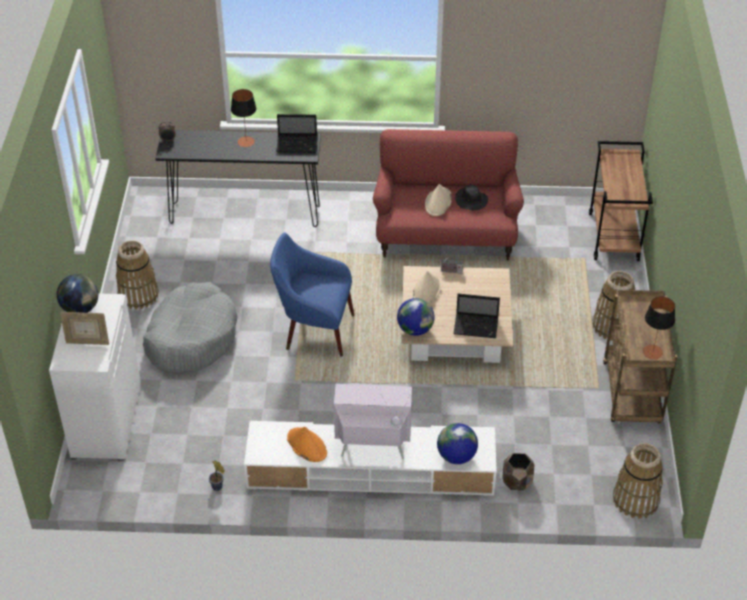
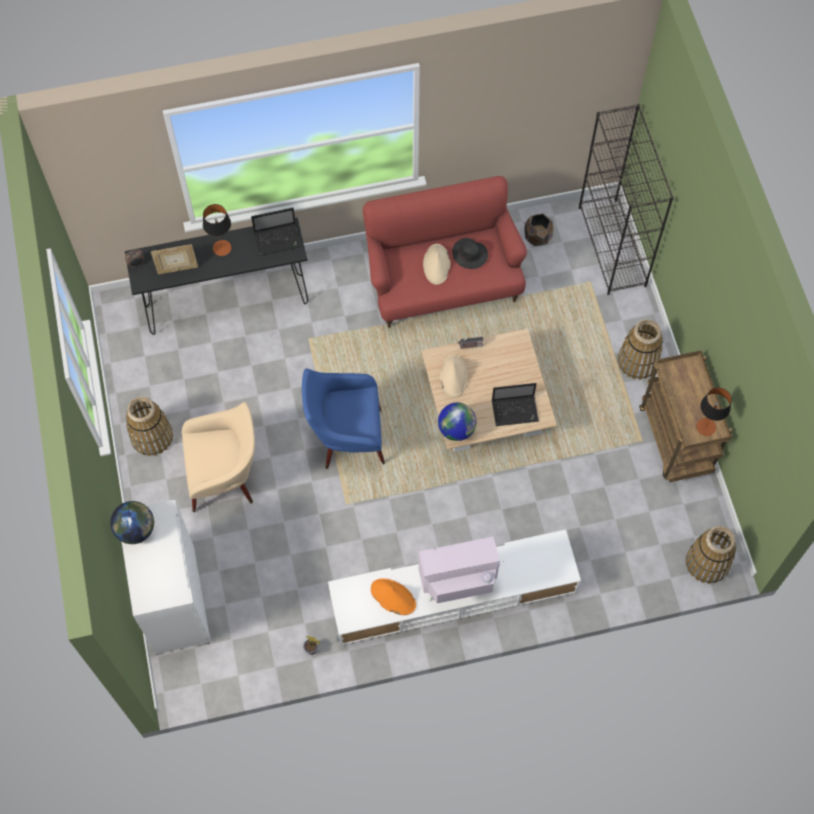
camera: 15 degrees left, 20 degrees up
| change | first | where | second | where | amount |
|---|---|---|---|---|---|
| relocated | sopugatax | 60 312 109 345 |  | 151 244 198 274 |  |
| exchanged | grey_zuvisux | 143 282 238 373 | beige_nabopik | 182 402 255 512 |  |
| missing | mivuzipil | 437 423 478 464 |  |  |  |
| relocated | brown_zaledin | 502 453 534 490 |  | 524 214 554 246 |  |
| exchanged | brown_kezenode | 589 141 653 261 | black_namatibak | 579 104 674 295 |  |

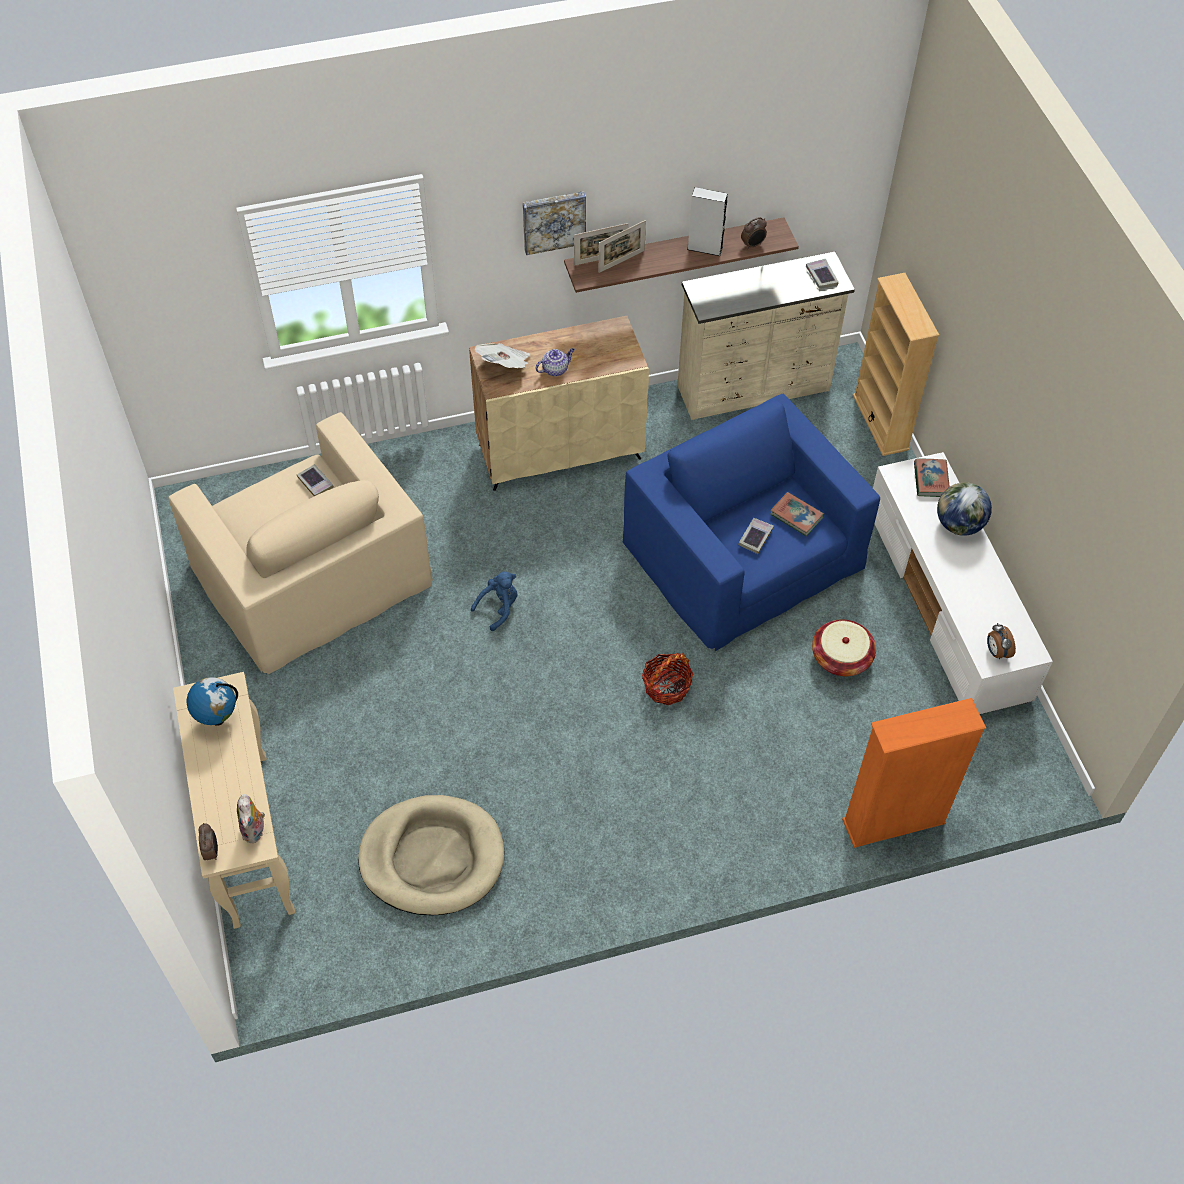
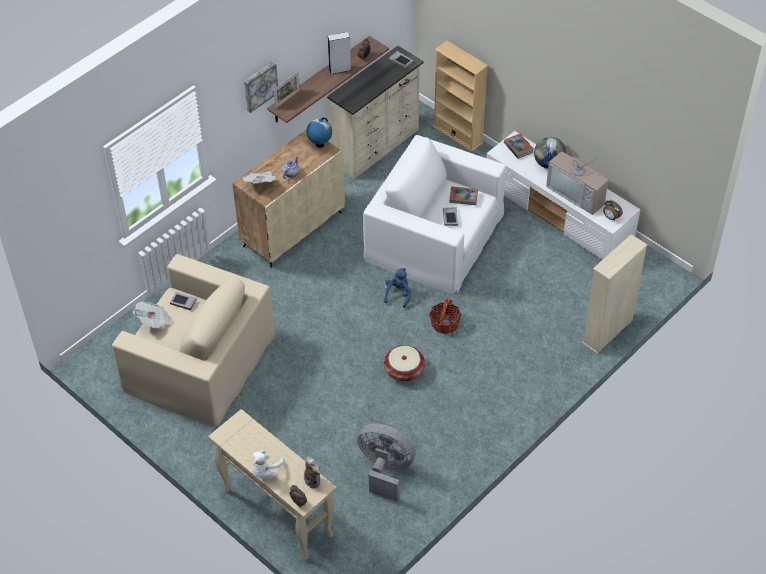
camera: 30 degrees left, 5 degrees down
| change | first | where | second | where | amount |
|---|---|---|---|---|---|
| relocated | mivuzipil | 187 677 238 726 |  | 306 117 332 148 |  |
| exchanged | beige_zuvisux | 358 795 504 915 | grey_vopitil | 358 423 416 502 |  |
| relocated | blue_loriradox | 471 572 517 631 |  | 384 268 411 308 |  |
| missing | sopugatax | 599 220 646 273 |  |  |  |
| colour | blue_nabopik | 623 394 880 651 | white_nabopik | 363 135 506 294 |  |
| relocated | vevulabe | 812 619 876 676 |  | 384 345 425 381 |  |
| colour | orange_namatibak | 842 698 986 848 | beige_namatibak | 581 234 648 354 |  |
| appeared |  |  | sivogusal | 133 301 174 329 |  |
| appeared |  |  | white_loriradox | 252 450 285 479 |  |
| appeared |  |  | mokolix | 546 140 608 215 |  |

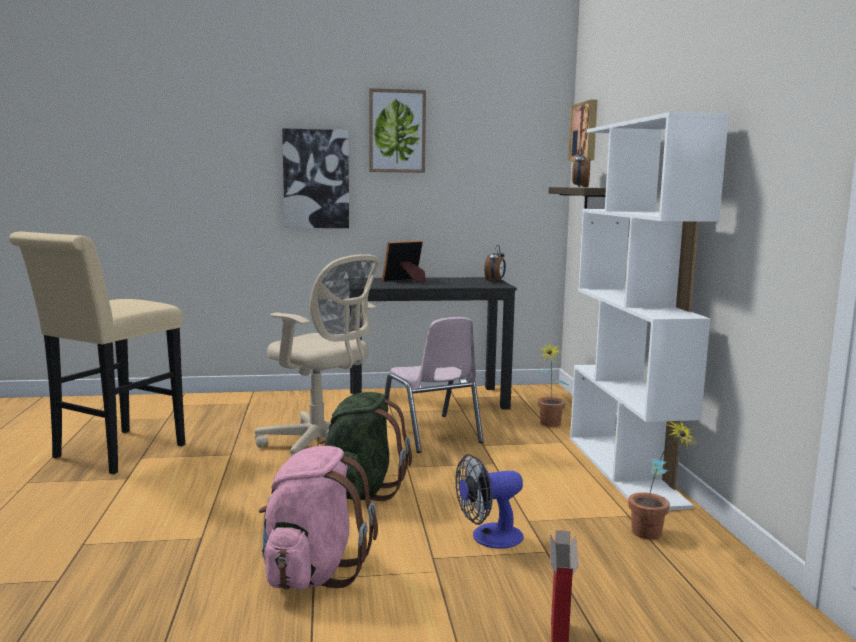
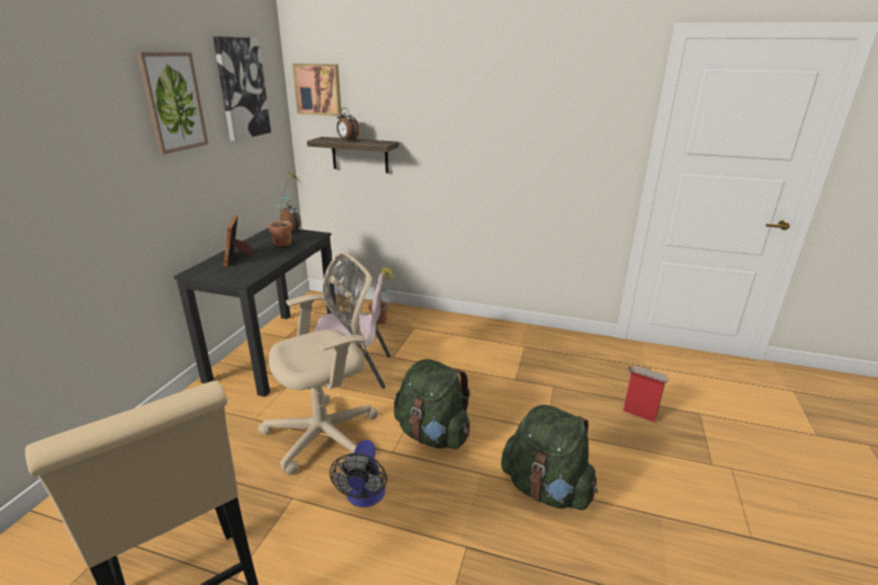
camera: 65 degrees left, 15 degrees up
| change | first | where | second | where | amount |
|---|---|---|---|---|---|
| colour | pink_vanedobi | 259 446 378 590 | green_vanedobi | 501 405 598 510 |  |
| relocated | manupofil | 282 128 349 228 |  | 213 36 271 141 |  |
| relocated | vopitil | 455 454 524 549 |  | 329 440 387 507 |  |
| missing | white_namatibak | 570 112 729 510 |  |  |  |
| relocated | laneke | 628 419 697 540 |  | 268 170 300 247 |  |

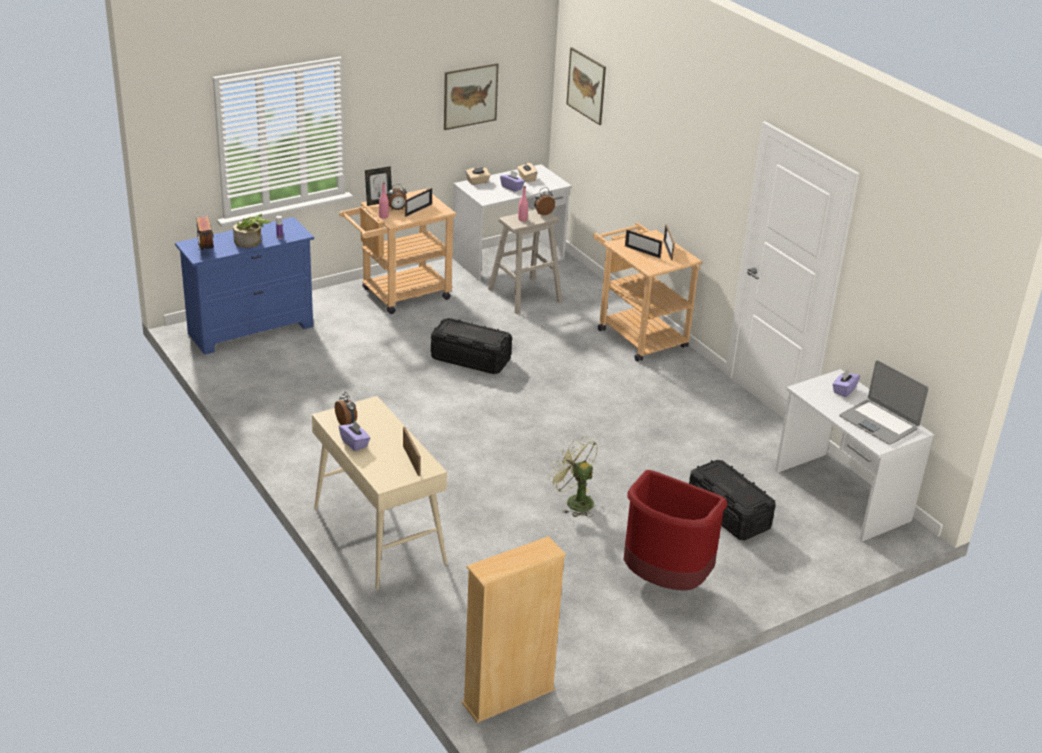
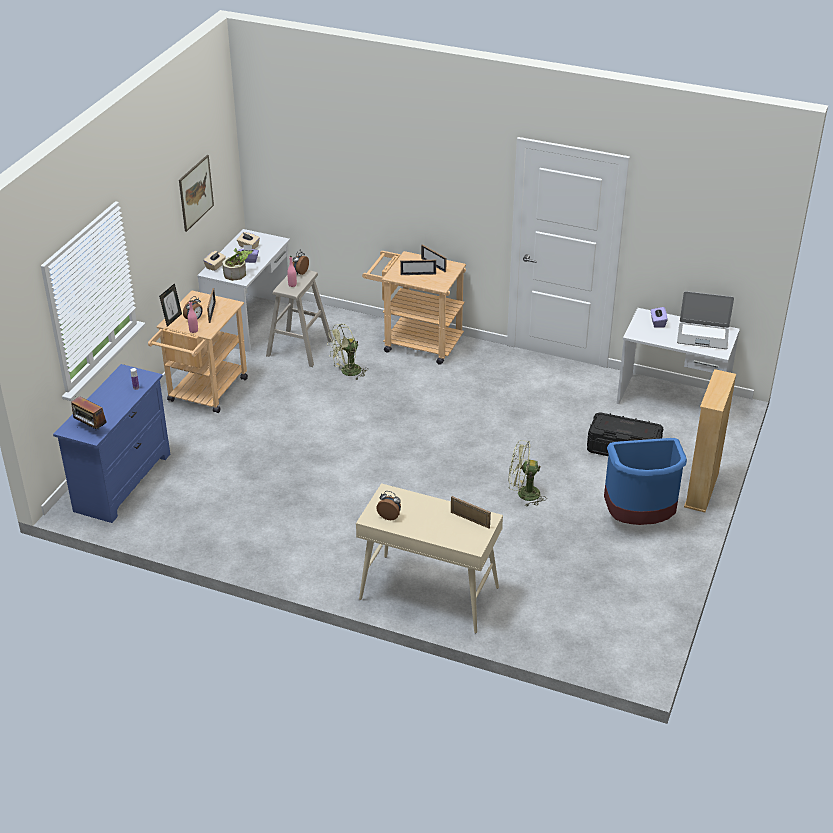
camera: 35 degrees left, 5 degrees up
| change | first | where | second | where | amount |
|---|---|---|---|---|---|
| relocated | laneke | 233 214 271 248 |  | 222 248 253 281 |  |
| missing | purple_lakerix | 339 420 370 451 |  |  |  |
| missing | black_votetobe | 431 318 512 374 |  |  |  |
| relocated | beige_namatibak | 462 536 566 723 |  | 684 369 736 512 |  |
| missing | manupofil | 566 47 606 125 |  |  |  |
| colour | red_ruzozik | 624 470 727 590 | blue_ruzozik | 604 438 687 525 |  |
| appeared |  |  | green_vopitil | 327 324 367 380 |  |

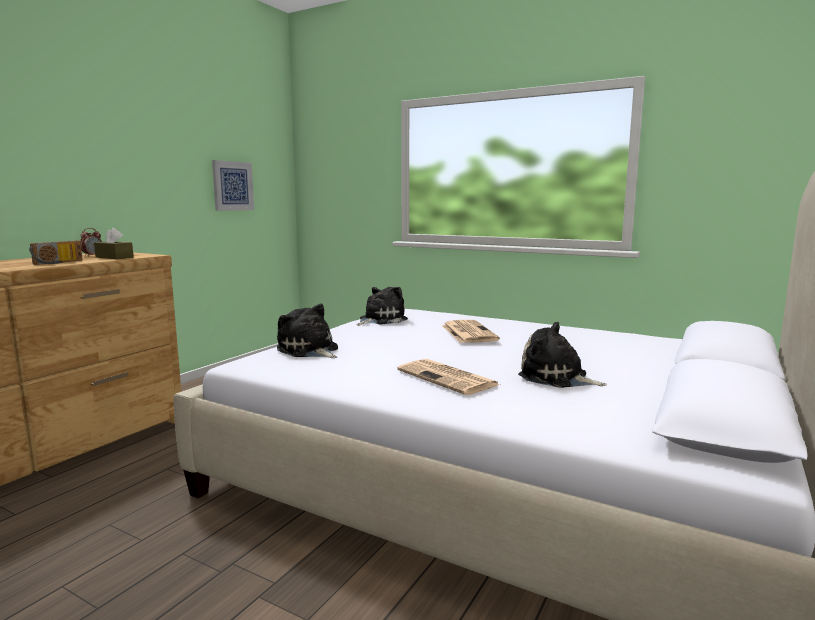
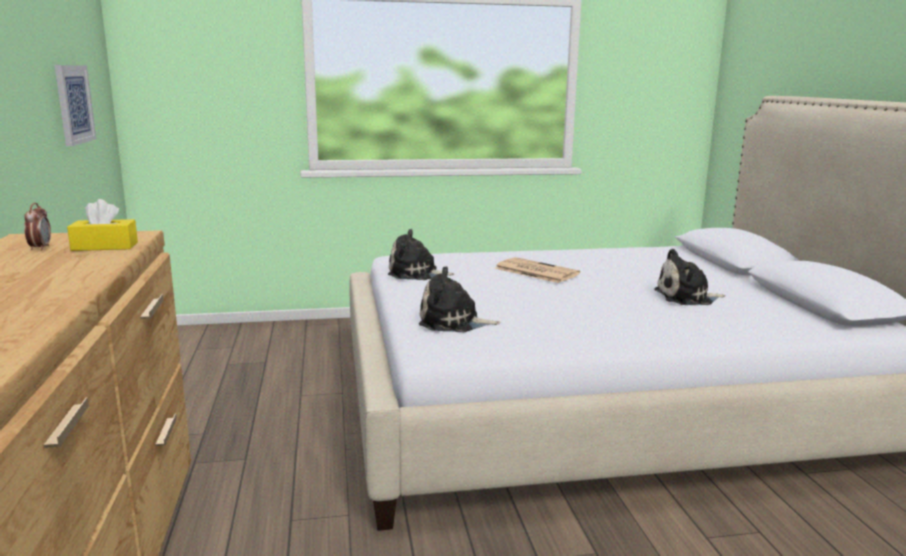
camera: 40 degrees left, 5 degrees up
| change | first | where | second | where | amount |
|---|---|---|---|---|---|
| missing | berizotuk | 29 240 83 265 |  |  |  |
| colour | brown_lakerix | 94 228 134 259 | yellow_lakerix | 67 199 138 251 |  |
| spun | loriradox | 357 287 408 326 |  | 388 229 454 280 | 90 degrees counterclockwise |
| missing | sivogusal | 397 359 500 395 |  |  |  |

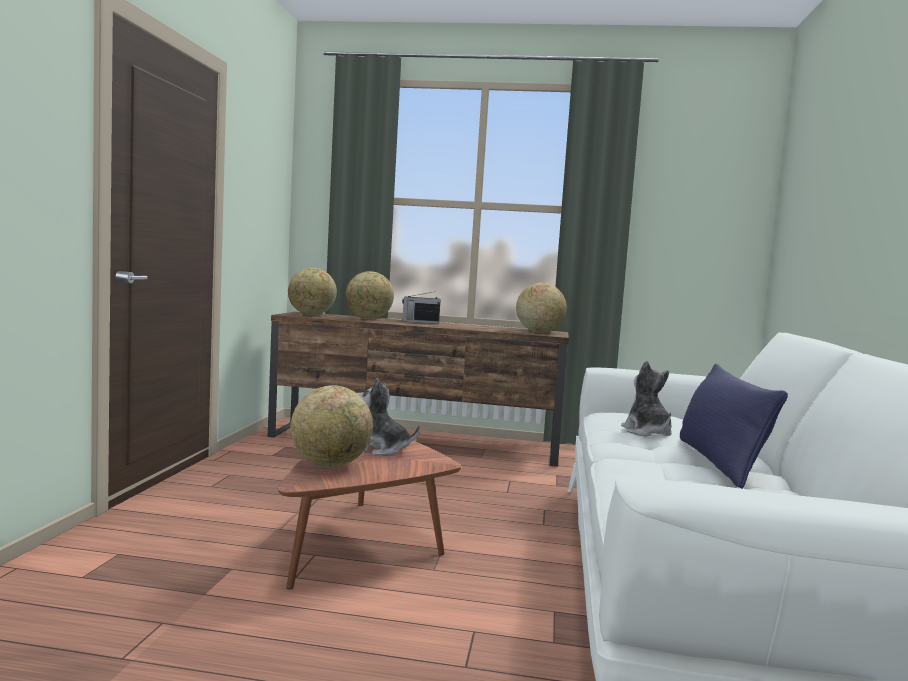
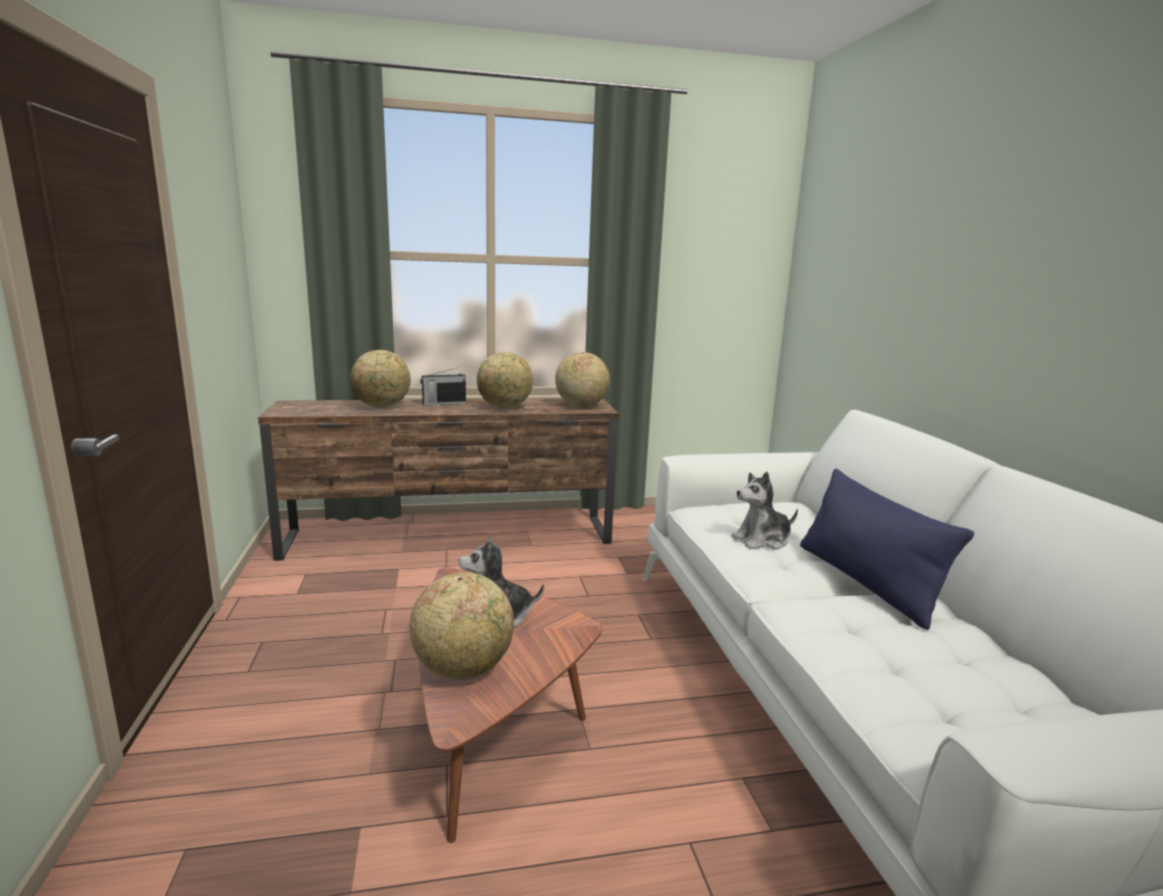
camera: 20 degrees left, 10 degrees up
| change | first | where | second | where | amount |
|---|---|---|---|---|---|
| relocated | mivuzipil | 288 268 337 315 |  | 477 352 533 408 |  |
| spun | loriradox | 621 361 672 437 |  | 732 472 798 550 | 75 degrees counterclockwise |

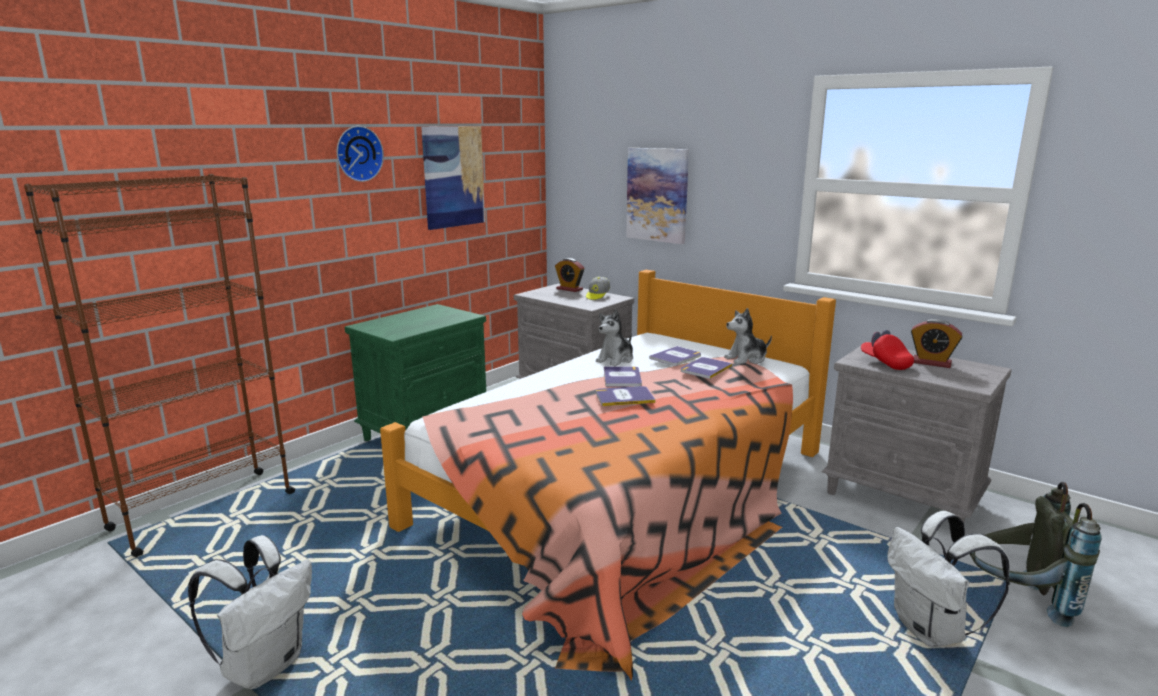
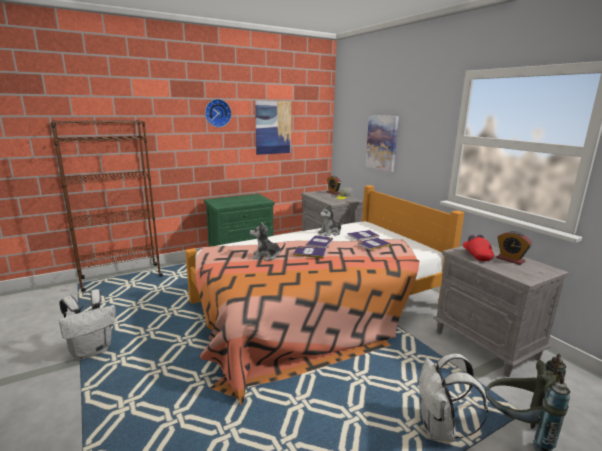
camera: 20 degrees right, 0 degrees up
| change | first | where | second | where | amount |
|---|---|---|---|---|---|
| relocated | loriradox | 724 308 772 364 |  | 250 222 285 261 |  |

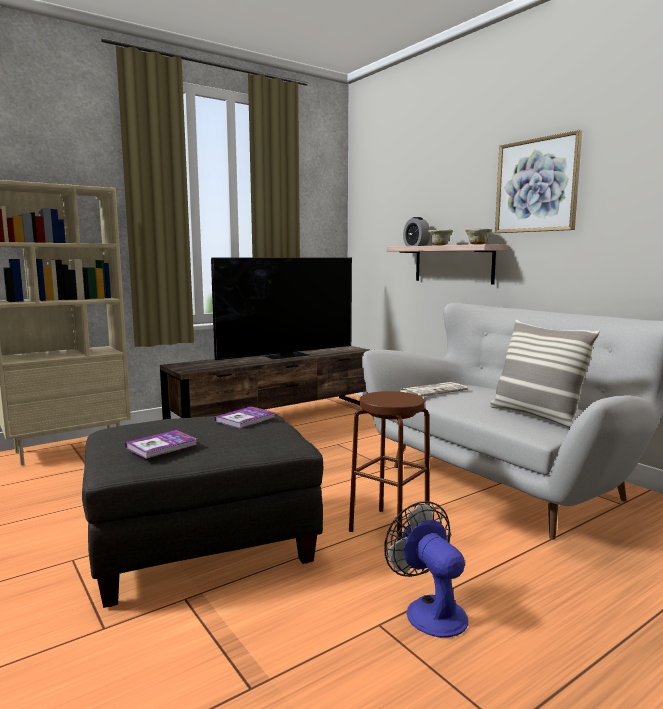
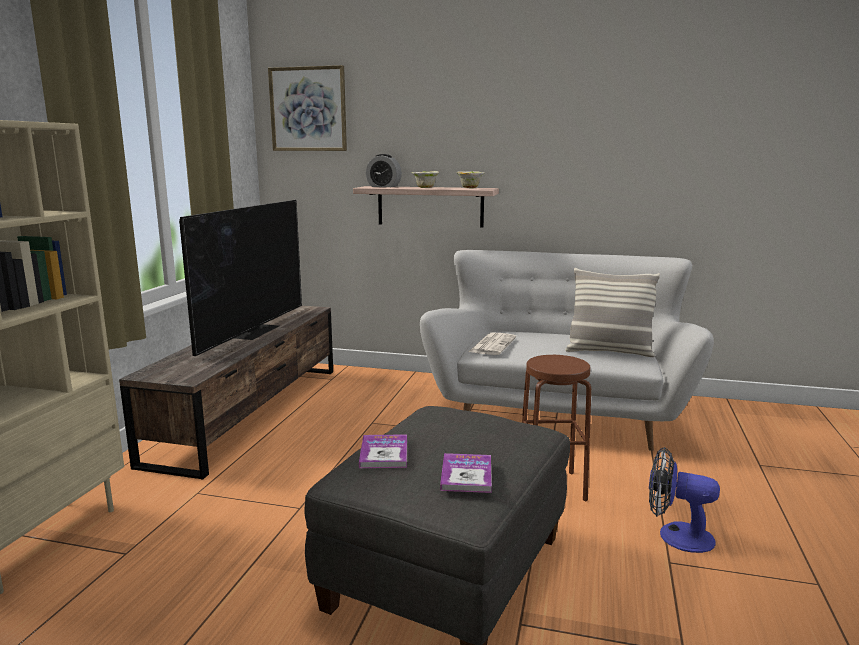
camera: 40 degrees left, 5 degrees up
| change | first | where | second | where | amount |
|---|---|---|---|---|---|
| relocated | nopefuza | 215 406 276 429 |  | 359 434 407 468 |  |
| relocated | manupofil | 495 130 582 233 |  | 268 65 347 151 |  |

